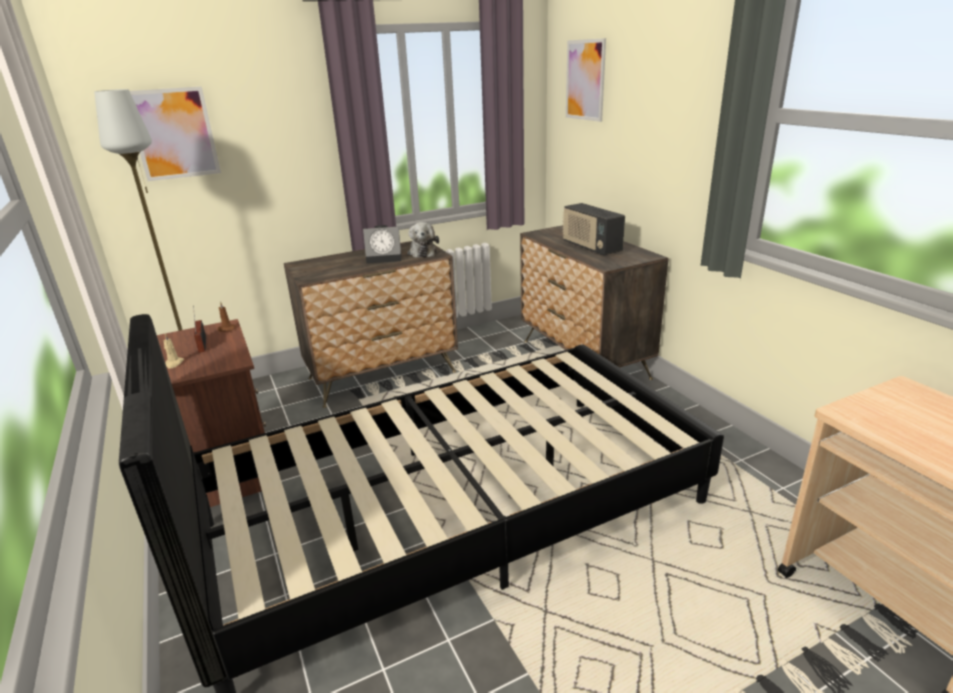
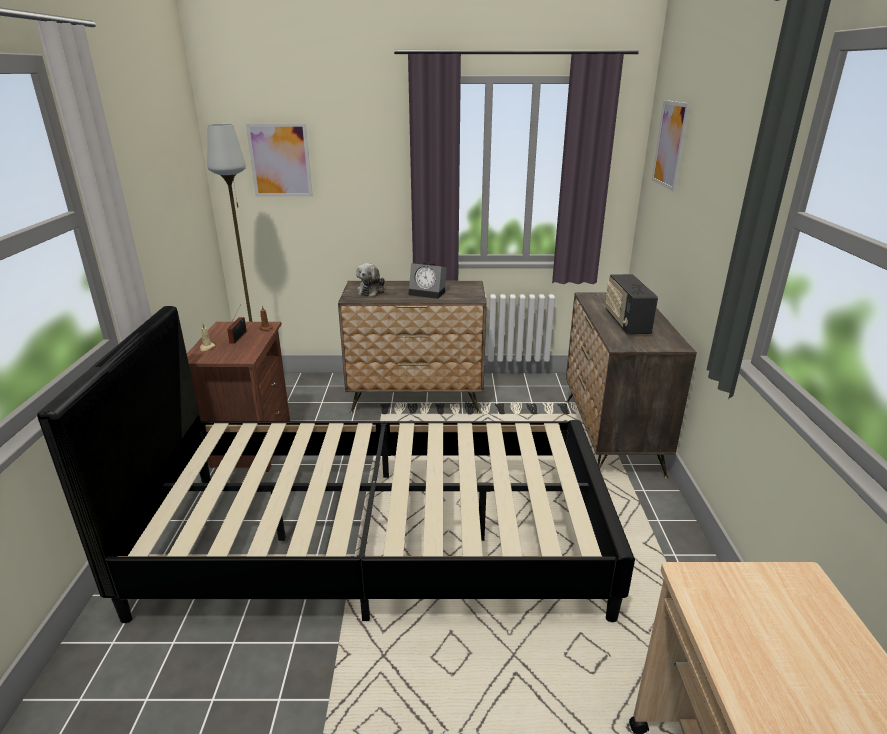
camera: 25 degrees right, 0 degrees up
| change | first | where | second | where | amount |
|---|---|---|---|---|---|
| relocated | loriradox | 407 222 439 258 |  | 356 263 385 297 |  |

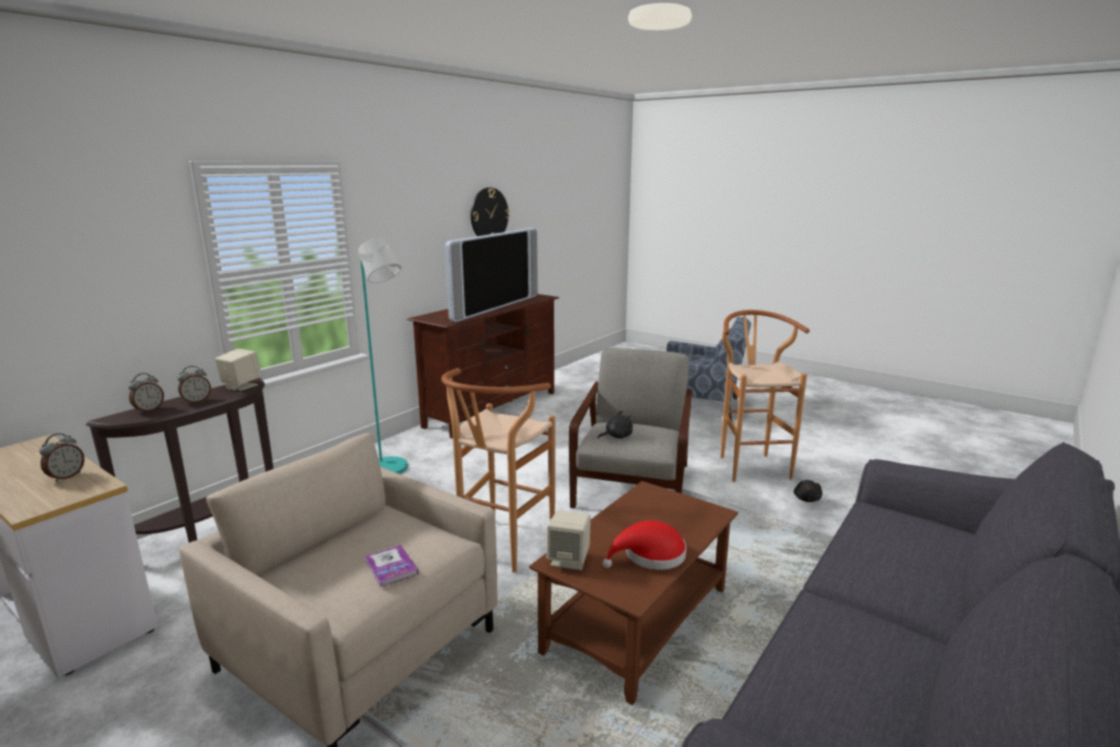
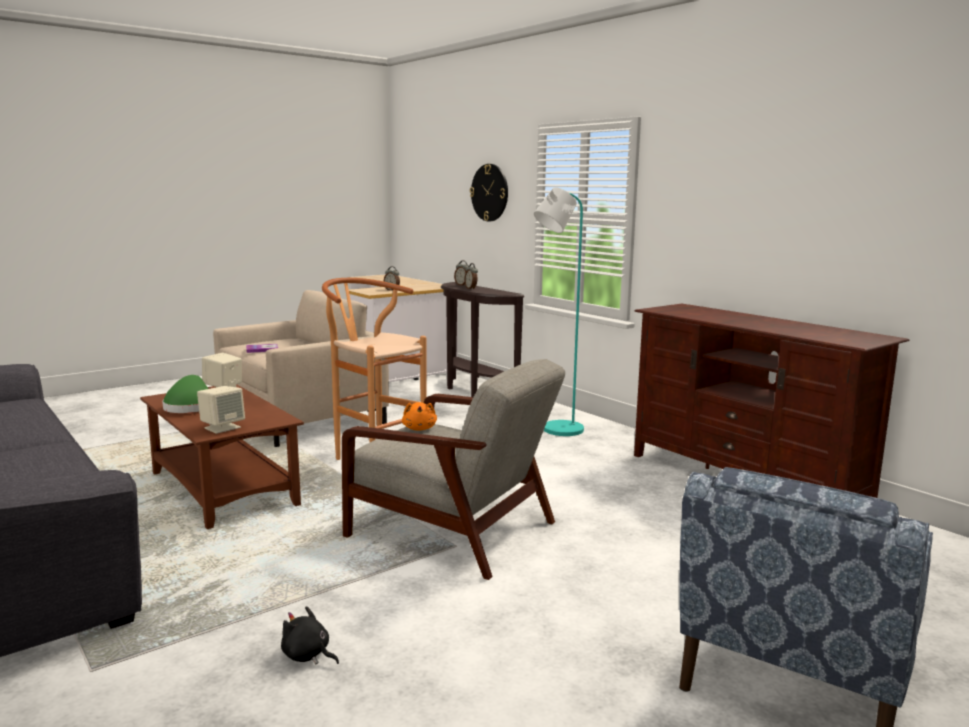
camera: 105 degrees right, 5 degrees down
| change | first | where | second | where | amount |
|---|---|---|---|---|---|
| relocated | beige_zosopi | 215 349 262 391 |  | 197 386 245 434 |  |
| missing | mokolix | 445 228 538 322 |  |  |  |
| relocated | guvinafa | 471 187 510 236 |  | 470 164 508 221 |  |
| colour | black_loriradox | 597 411 633 439 | orange_loriradox | 402 402 437 431 |  |
| colour | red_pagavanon | 603 520 687 570 | green_pagavanon | 162 375 208 413 |  |
| missing | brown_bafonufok | 720 310 810 482 |  |  |  |

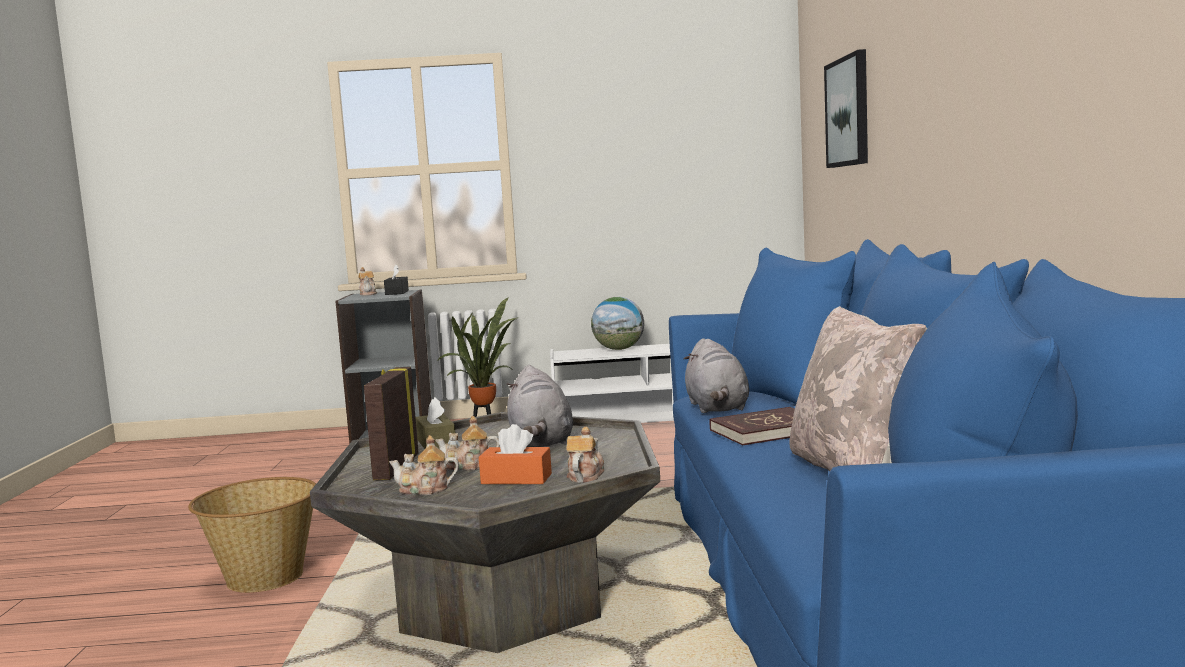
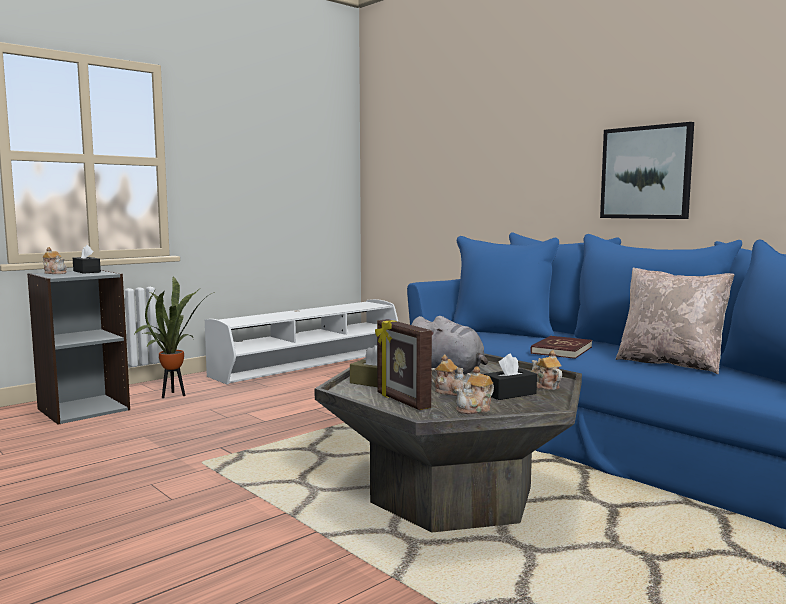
camera: 40 degrees left, 0 degrees up
| change | first | where | second | where | amount |
|---|---|---|---|---|---|
| missing | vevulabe | 188 477 316 593 |  |  |  |
| spun | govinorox | 435 416 500 470 |  | 431 355 471 396 | 105 degrees counterclockwise |
| colour | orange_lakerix | 479 424 552 484 | black_lakerix | 484 354 537 400 |  |
| missing | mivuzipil | 591 297 644 350 |  |  |  |
| missing | grey_loriradox | 684 338 749 413 |  |  |  |
| relocated | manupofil | 824 49 868 168 |  | 600 122 694 219 |  |

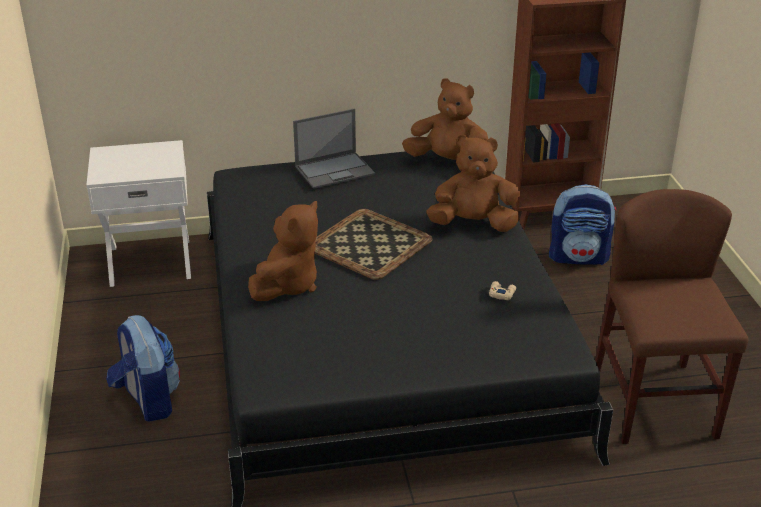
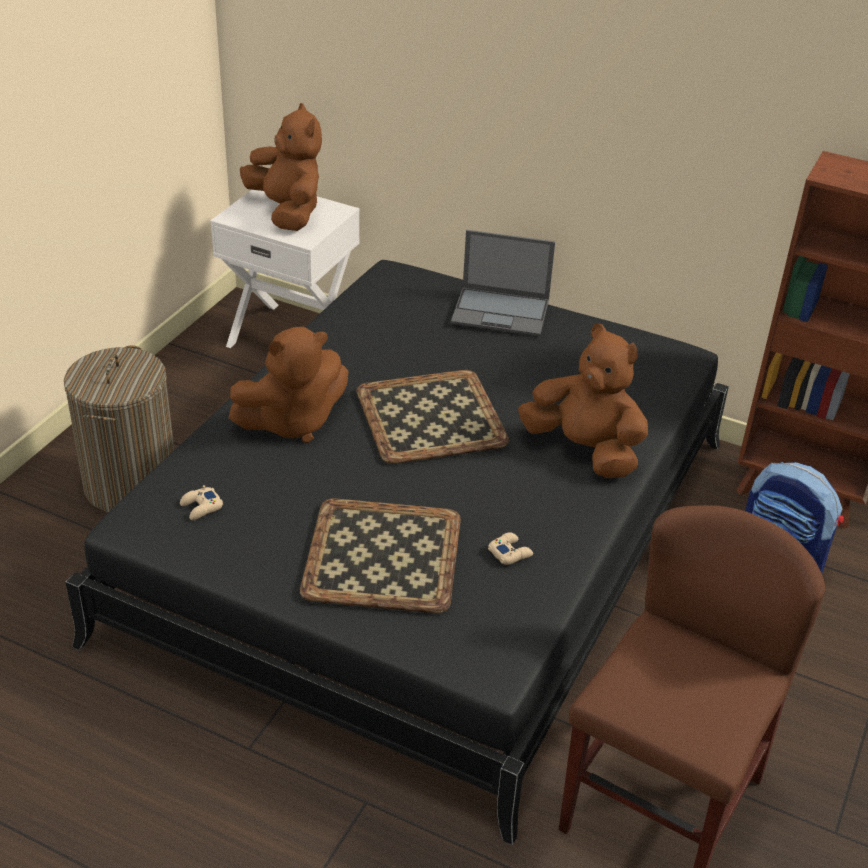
camera: 35 degrees right, 5 degrees up
| change | first | where | second | where | amount |
|---|---|---|---|---|---|
| exchanged | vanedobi | 106 315 180 422 | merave | 64 345 174 512 |  |
| relocated | brown_loriradox | 402 78 488 171 |  | 240 103 322 231 |  |
| appeared |  |  | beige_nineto | 180 485 223 520 |  |
| appeared |  |  | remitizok | 300 498 461 613 |  |

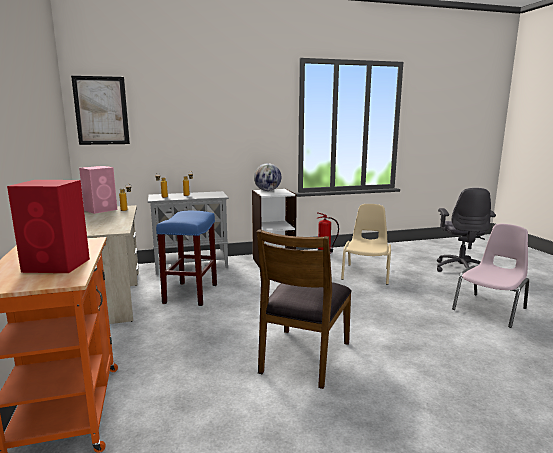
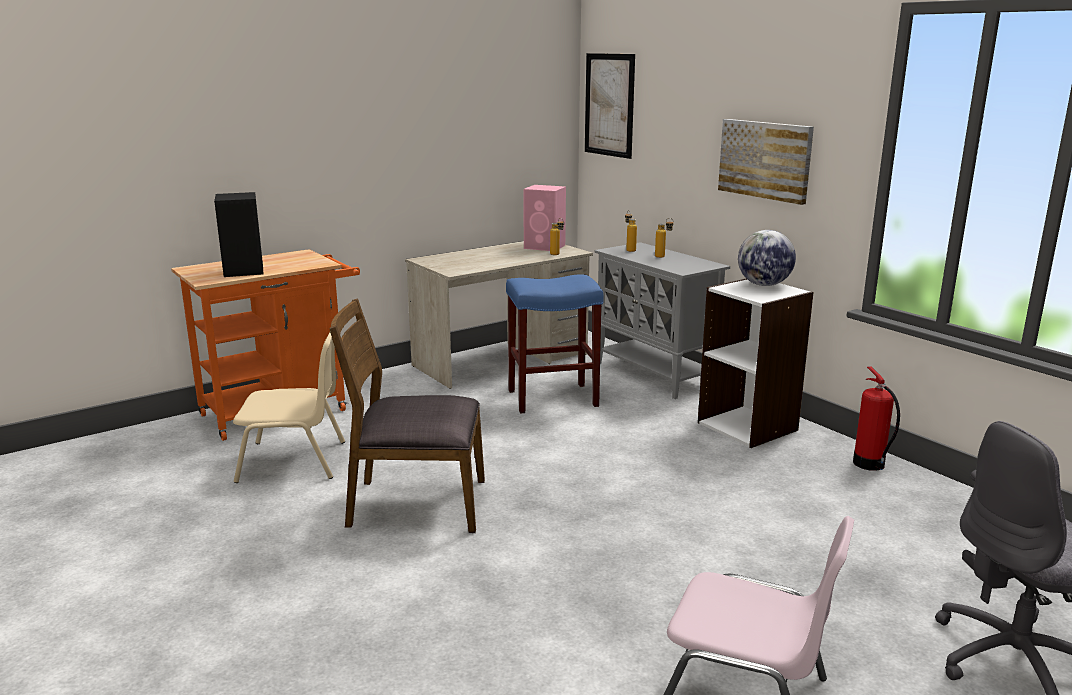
camera: 70 degrees right, 5 degrees up
| change | first | where | second | where | amount |
|---|---|---|---|---|---|
| colour | red_zosopi | 7 180 90 273 | black_zosopi | 214 192 264 277 |  |
| relocated | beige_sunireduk | 341 204 391 285 |  | 233 333 345 483 |  |
| appeared |  |  | manupofil | 718 119 814 205 |  |

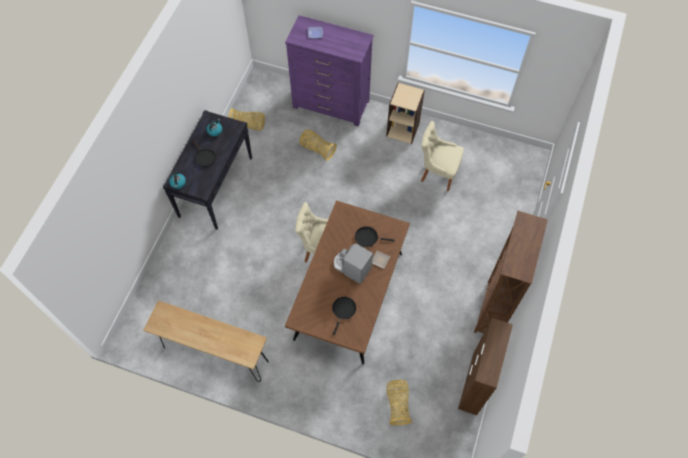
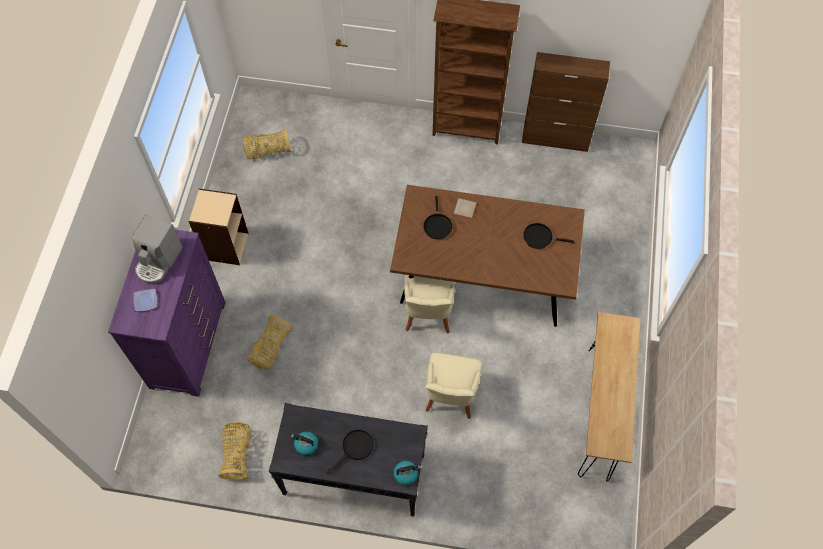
camera: 100 degrees left, 0 degrees up
| change | first | where | second | where | amount |
|---|---|---|---|---|---|
| relocated | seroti | 334 243 373 284 |  | 132 215 183 284 |  |
| relocated | vevulabe | 387 380 412 425 |  | 243 128 291 160 |  |
| relocated | beige_sunireduk | 421 121 464 191 |  | 425 353 482 419 |  |

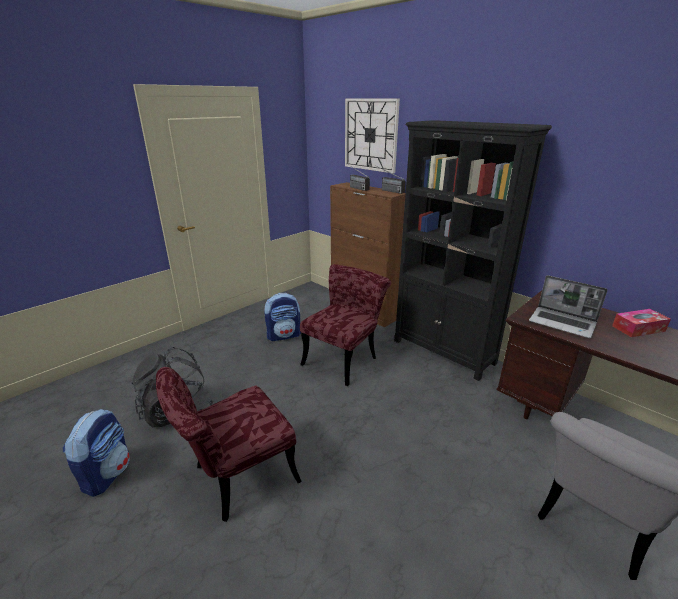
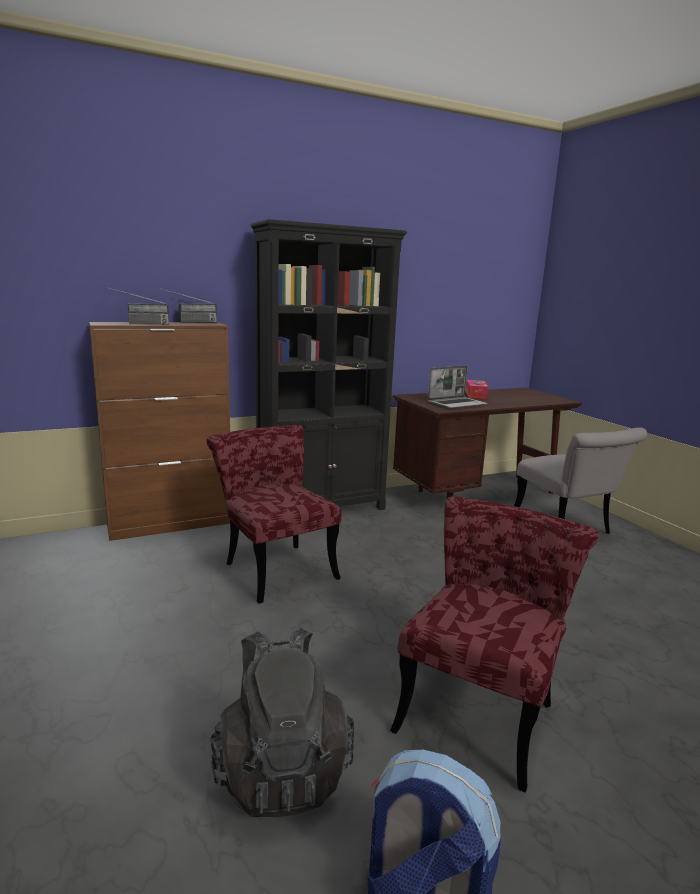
camera: 70 degrees left, 10 degrees down
| change | first | where | second | where | amount |
|---|---|---|---|---|---|
| spun | red_sunireduk | 156 367 302 522 |  | 390 496 599 793 | 135 degrees counterclockwise |
| missing | vanedobi | 264 293 301 341 |  |  |  |
| missing | guvinafa | 345 99 400 173 |  |  |  |

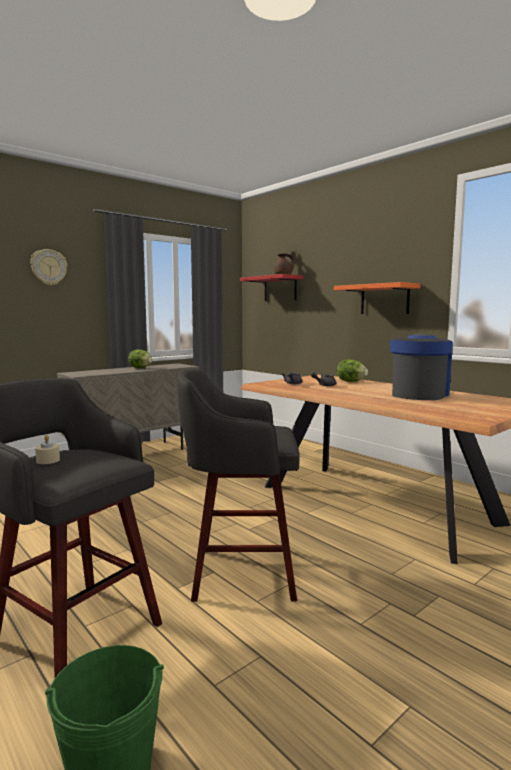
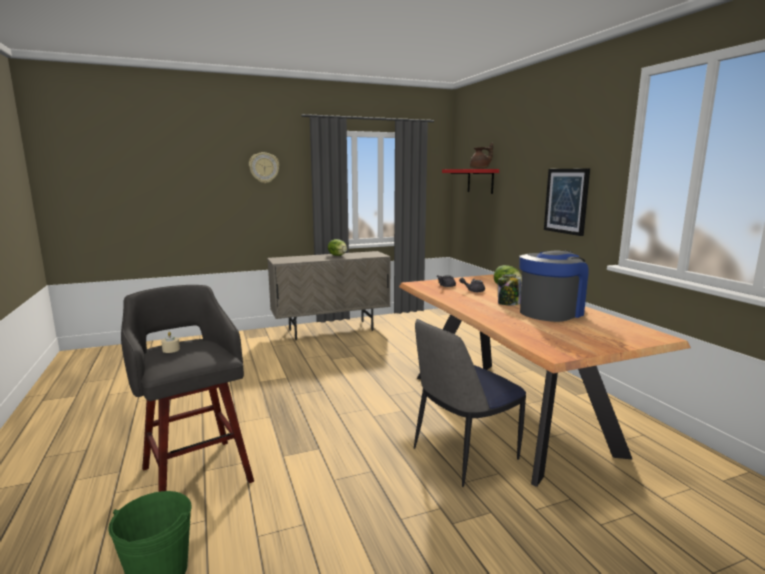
camera: 20 degrees right, 5 degrees up
| change | first | where | second | where | amount |
|---|---|---|---|---|---|
| missing | grey_bafonufok | 177 369 300 602 |  |  |  |
| exchanged | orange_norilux | 334 282 420 314 | manupofil | 544 168 590 236 |  |
| appeared |  |  | sunireduk | 414 319 526 487 |  |
| appeared |  |  | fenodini | 498 274 521 305 |  |

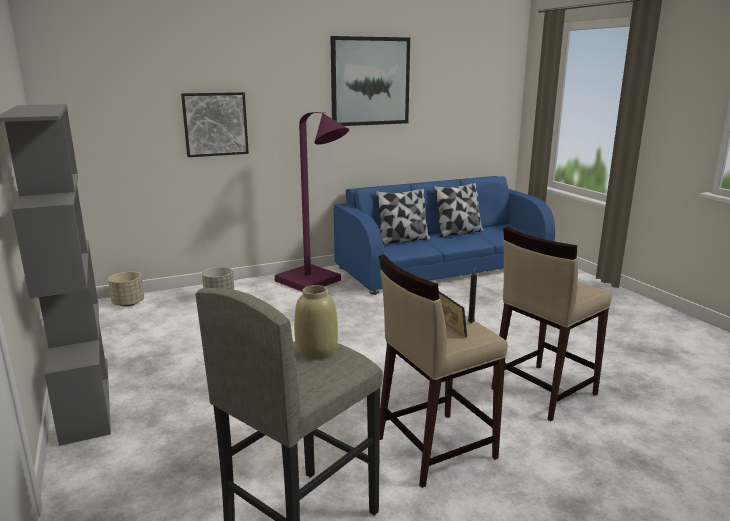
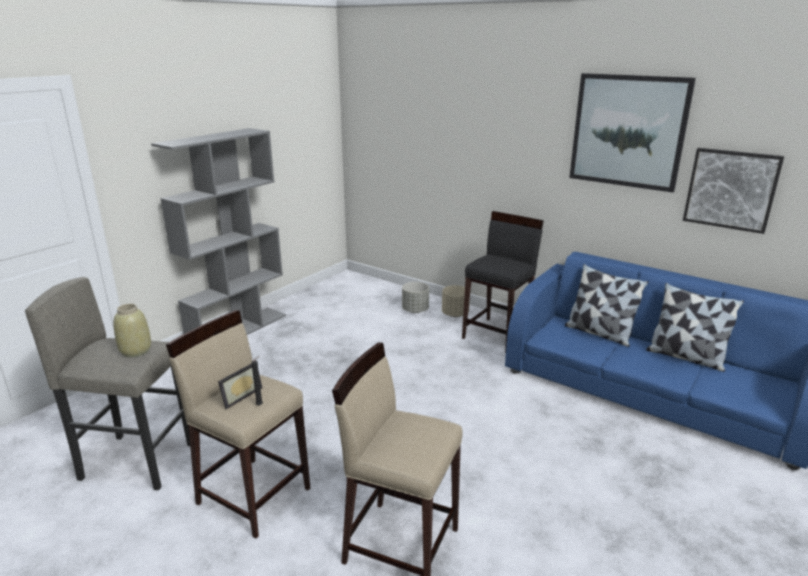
camera: 60 degrees right, 5 degrees up
| change | first | where | second | where | amount |
|---|---|---|---|---|---|
| relocated | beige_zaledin | 108 272 144 307 |  | 442 285 470 317 |  |
| relocated | manupofil | 181 92 249 157 |  | 683 148 784 234 |  |
| exchanged | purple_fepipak | 275 112 349 292 | black_bafonufok | 462 211 544 353 |  |

